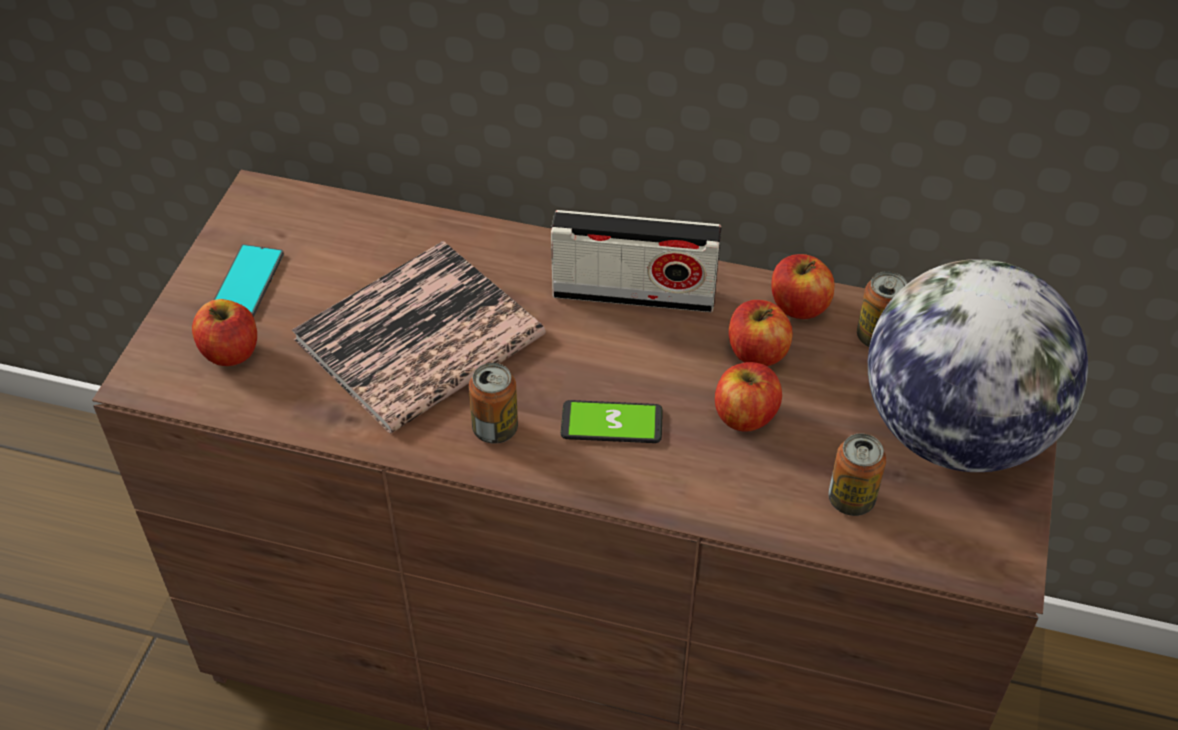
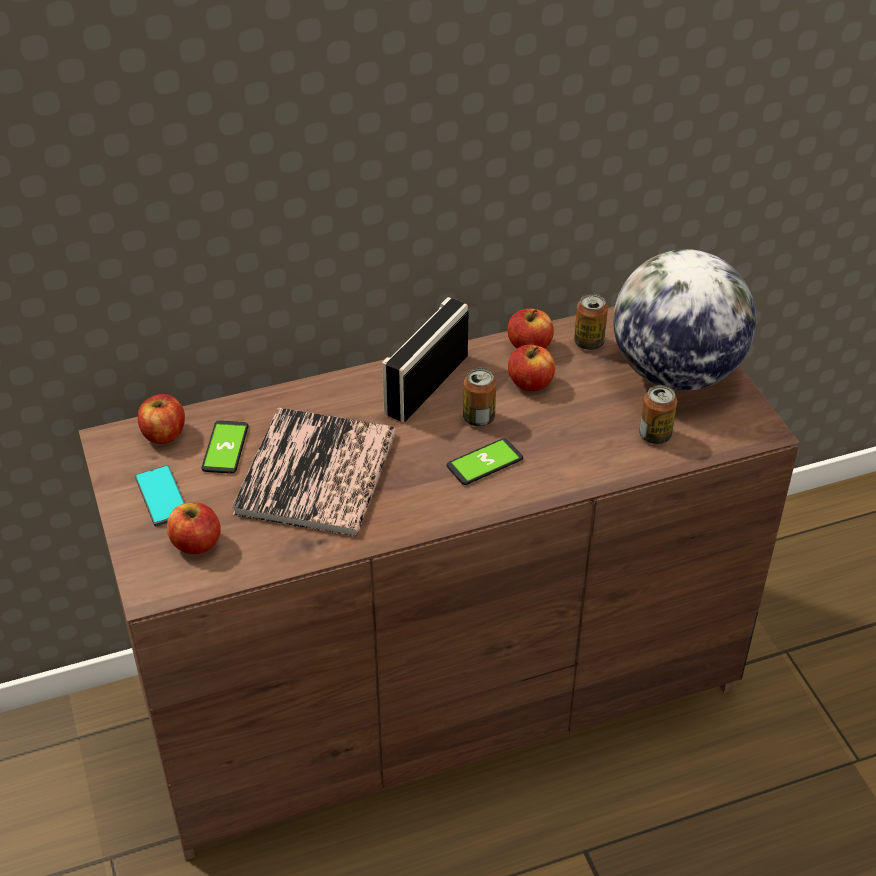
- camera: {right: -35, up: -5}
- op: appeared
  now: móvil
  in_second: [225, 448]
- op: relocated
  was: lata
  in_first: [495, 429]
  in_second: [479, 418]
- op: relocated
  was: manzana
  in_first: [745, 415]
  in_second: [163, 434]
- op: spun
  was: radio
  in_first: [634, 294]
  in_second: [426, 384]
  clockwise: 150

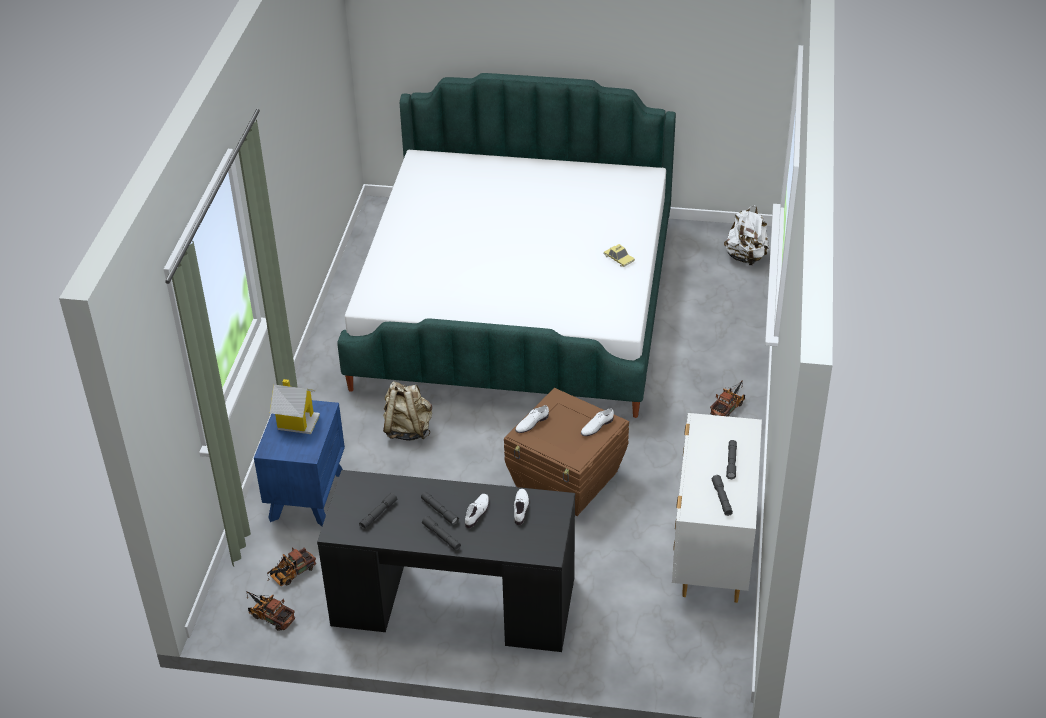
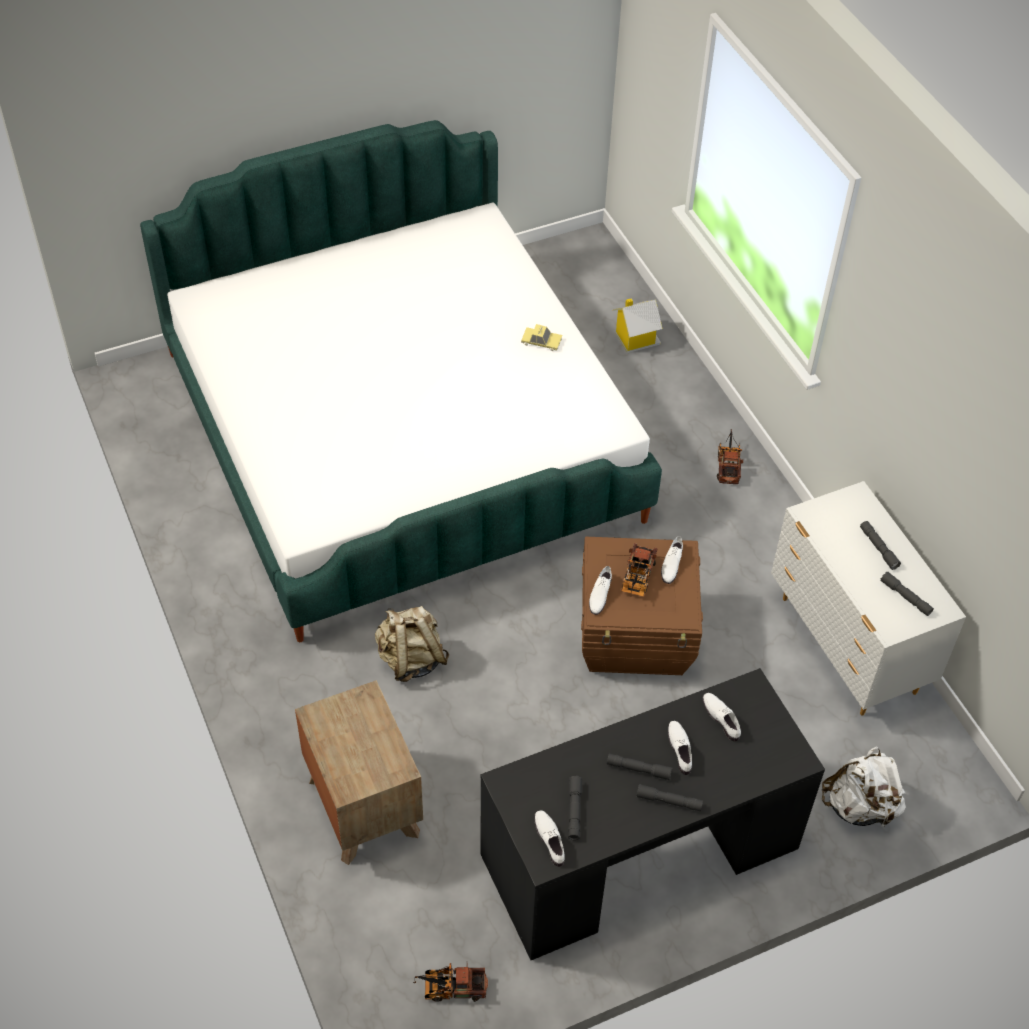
- camera: {right: -35, up: 10}
- op: appeared
  now: zapato [blanco]
  in_second: [550, 839]
- op: relocated
  was: camión de juguete
  in_first: [291, 574]
  in_second: [637, 579]
- op: relocated
  was: casita
  in_first: [296, 421]
  in_second: [635, 339]
- op: relocated
  was: mochila [blanco]
  in_first: [746, 257]
  in_second: [860, 807]
- op: colour
  was: mesita de noche [azul]
  now: mesita de noche [marrón]
  in_first: [307, 495]
  in_second: [363, 806]

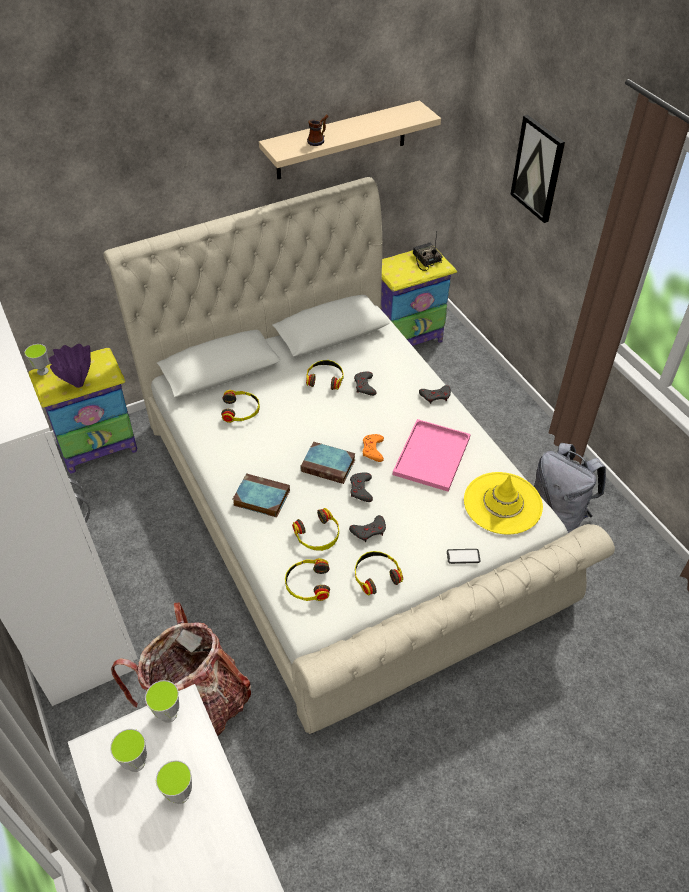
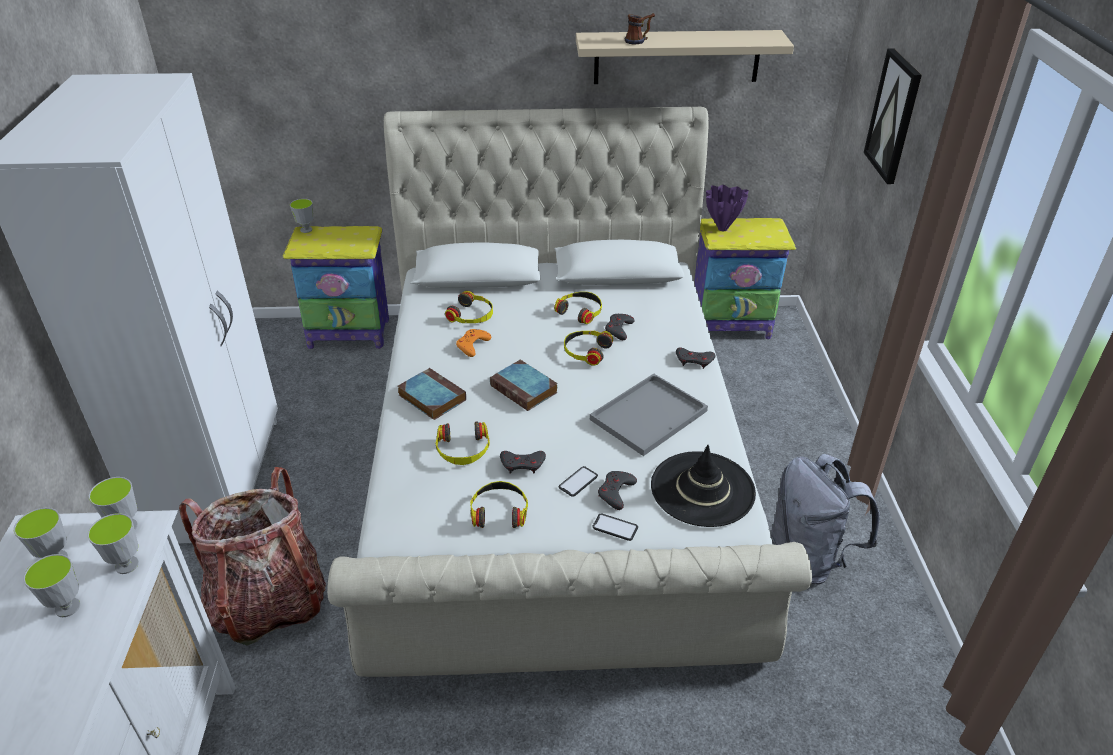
- camera: {right: 25, up: -10}
- op: missing
  was: radio
  in_first: [425, 260]
- op: appeared
  now: taza
  in_second: [127, 565]
- op: appeared
  now: móvil
  in_second: [578, 482]
- op: relocated
  was: florero [morado]
  in_first: [78, 384]
  in_second: [722, 229]
- op: relocated
  was: auriculares
  in_first: [307, 584]
  in_second: [586, 351]
- op: relocated
  was: mando de consola [gris]
  in_first: [361, 489]
  in_second: [616, 492]
- op: relocated
  was: mando de consola [naranja]
  in_first: [373, 450]
  in_second: [472, 345]
- op: colour
  was: bandeja [rosa]
  now: bandeja [gris]
  in_first: [432, 457]
  in_second: [648, 417]
- op: colour
  was: sombrero [amarillo]
  now: sombrero [negro]
  in_first: [502, 503]
  in_second: [702, 489]

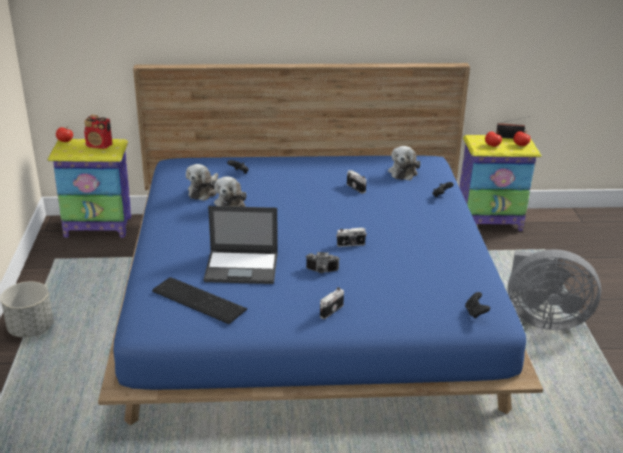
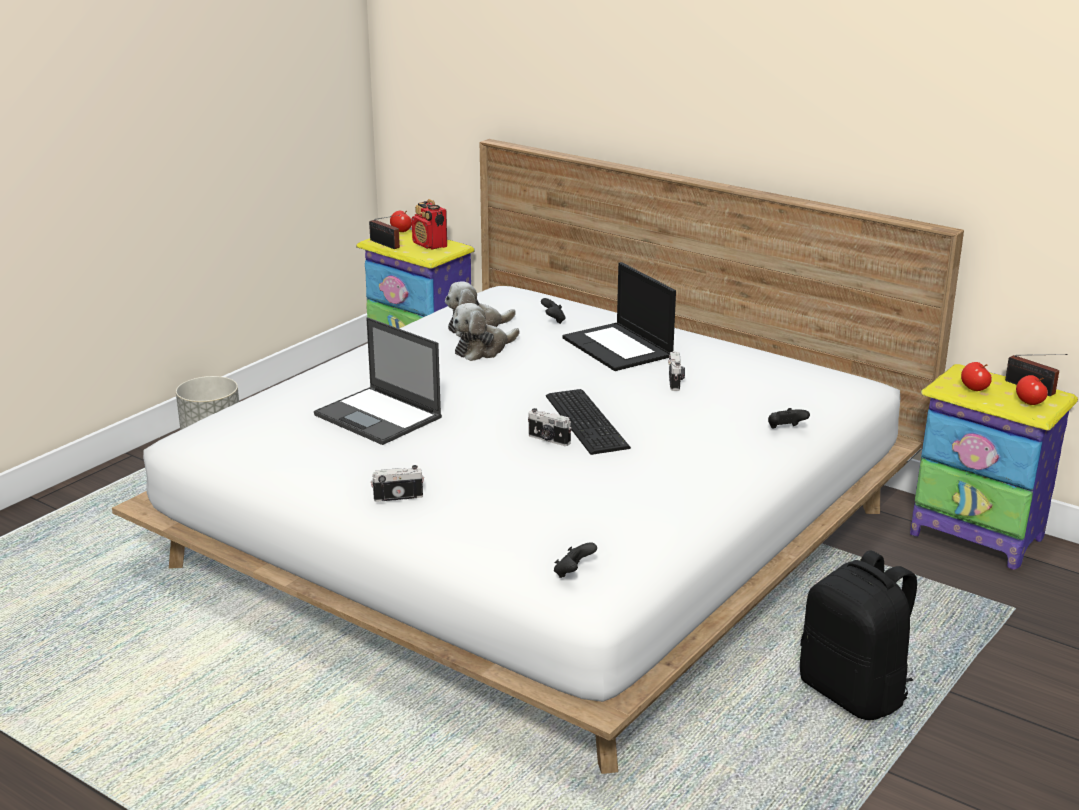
- camera: {right: 40, up: -5}
- op: missing
  was: cámara
  in_first: [321, 271]
- op: missing
  was: peluche
  in_first: [403, 172]
- op: appeared
  now: radio
  in_second: [385, 244]
- op: appeared
  now: portátil
  in_second: [619, 347]
- op: relocated
  was: teclado
  in_first: [199, 299]
  in_second: [588, 420]
- op: exchanged
  was: ventilador [gris]
  now: mochila [negro]
  in_first: [543, 319]
  in_second: [854, 693]
- op: colour
  was: cama [azul]
  now: cama [blanco]
  in_first: [310, 305]
  in_second: [539, 536]

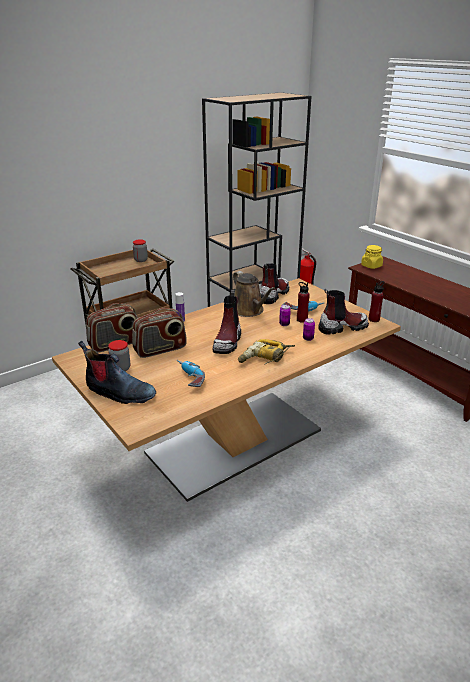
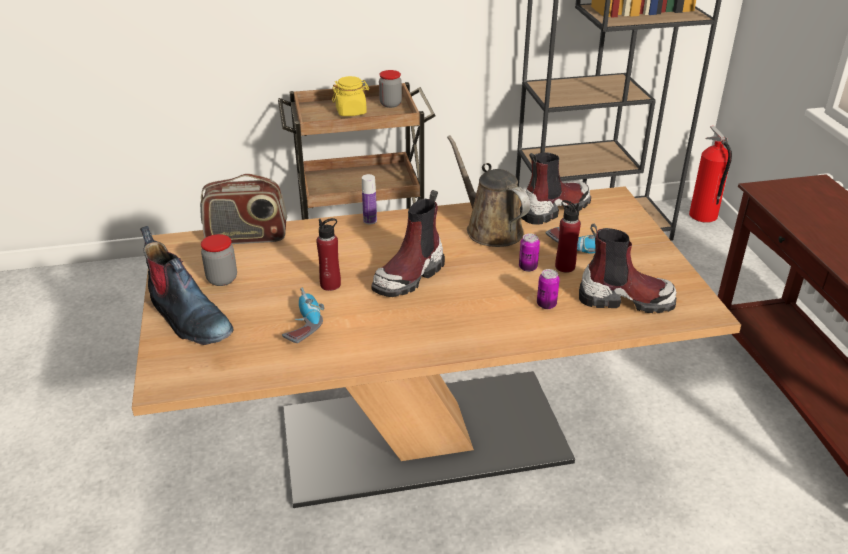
- camera: {right: 25, up: 5}
- op: missing
  was: radio
  in_first: [160, 349]
- op: missing
  was: taladro
  in_first: [265, 358]
- op: relocated
  was: tarro [amarillo]
  in_first: [371, 266]
  in_second: [351, 112]
- op: relocated
  was: botella [rojo]
  in_first: [374, 319]
  in_second: [330, 284]
- op: spun
  was: regadera [marrón]
  in_first: [249, 311]
  in_second: [490, 229]
  clockwise: 150

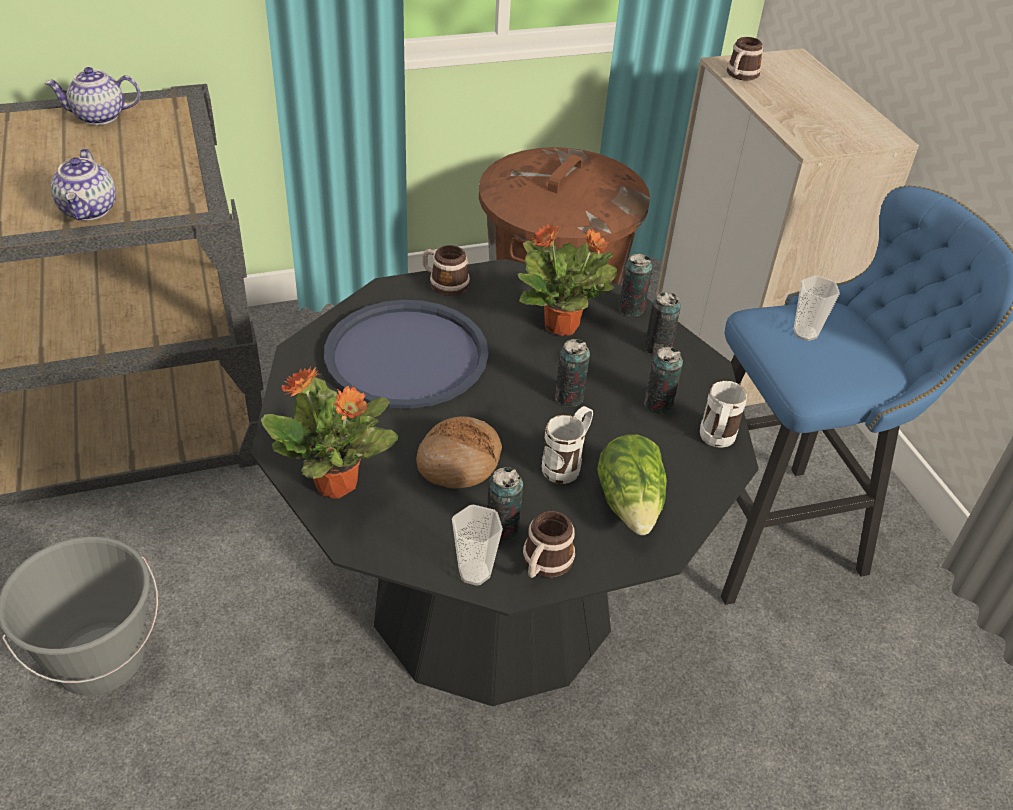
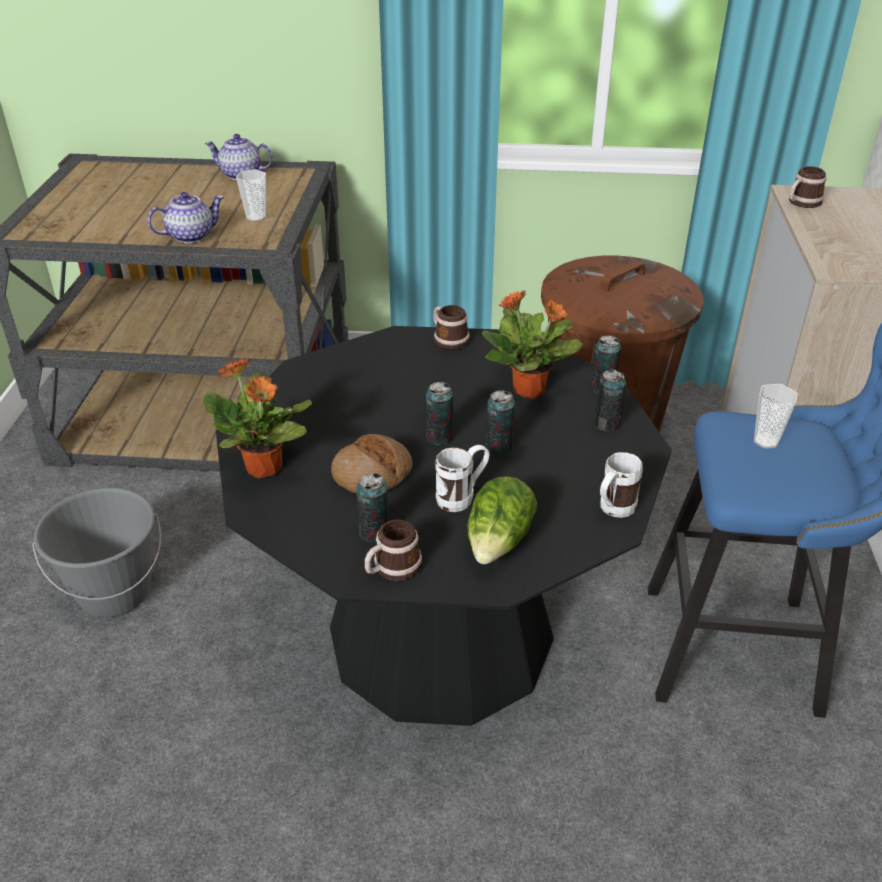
- camera: {right: 25, up: -5}
- op: missing
  was: bandeja [azul]
  in_first: [406, 355]
- op: relocated
  was: taza
  in_first: [474, 572]
  in_second: [256, 217]
- op: relocated
  was: lata
  in_first: [658, 404]
  in_second: [439, 437]
- op: spun
  was: tetera
  in_first: [89, 210]
  in_second: [191, 236]
  clockwise: -135

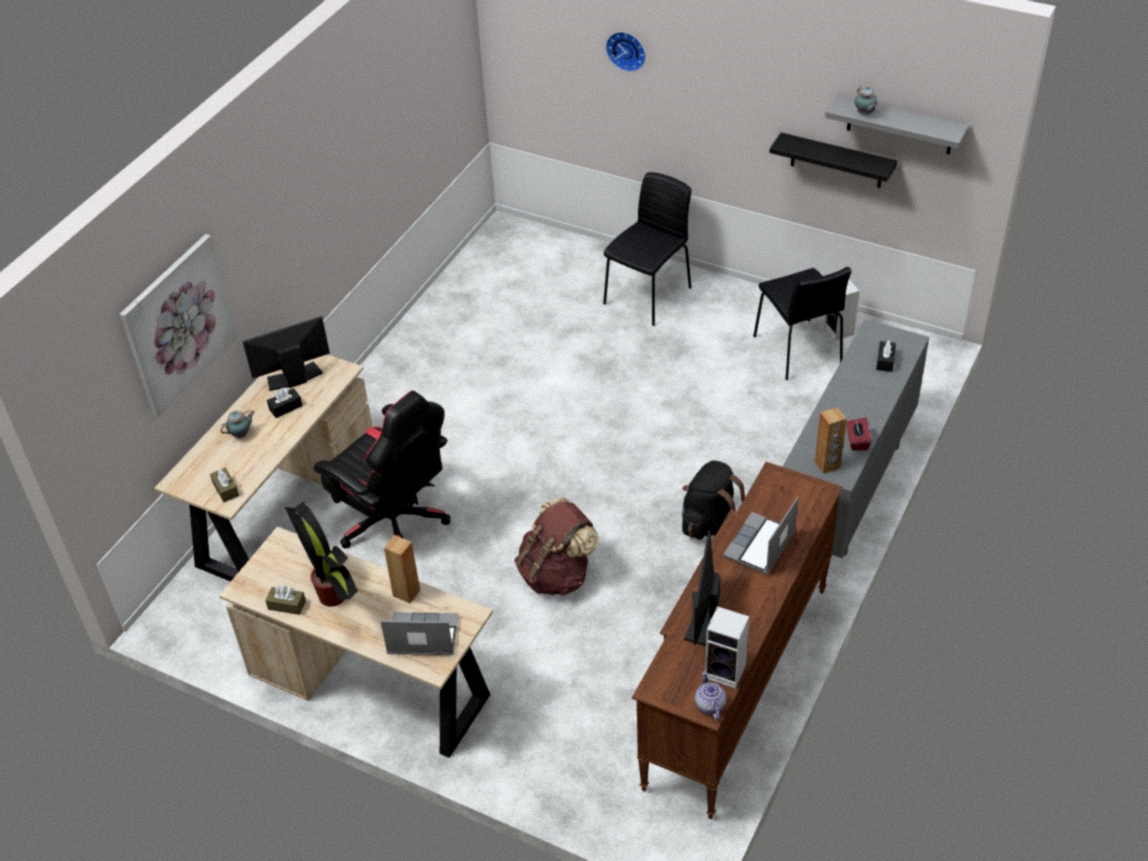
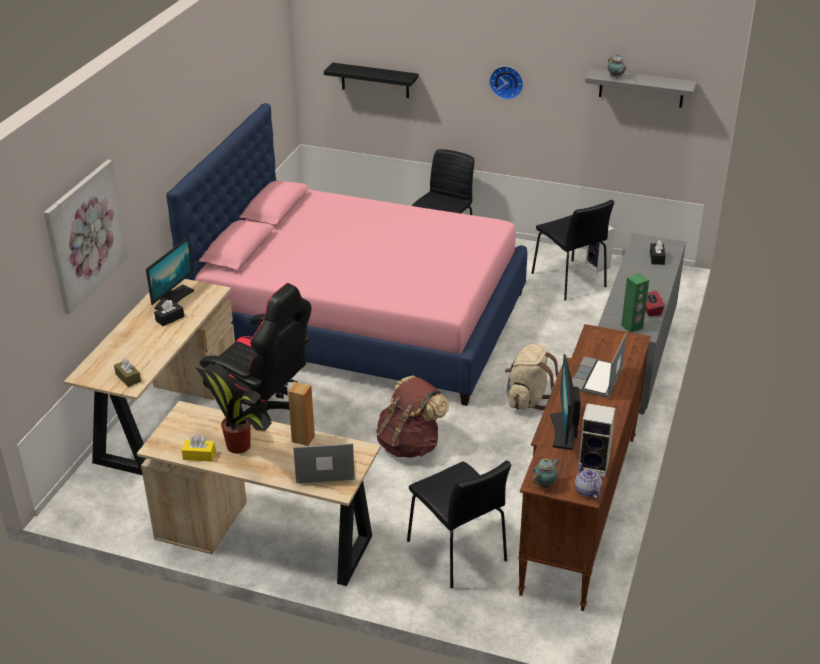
- camera: {right: -10, up: -10}
- op: appeared
  now: cama [rosa]
  in_second: [360, 319]
- op: appeared
  now: silla [negro]
  in_second: [459, 553]
- op: relocated
  was: tetera
  in_first: [242, 434]
  in_second: [545, 484]
- op: relocated
  was: reloj de pared
  in_first: [627, 50]
  in_second: [507, 81]
- op: relocated
  was: estante [negro]
  in_first: [836, 161]
  in_second: [375, 80]
- op: colour
  was: caja de pañuelos [marrón]
  now: caja de pañuelos [amarillo]
  in_first: [287, 605]
  in_second: [199, 455]
- op: colour
  was: mochila [negro]
  now: mochila [beis]
  in_first: [709, 522]
  in_second: [528, 399]
- op: colour
  was: altavoz [marrón]
  now: altavoz [verde]
  in_first: [827, 465]
  in_second: [632, 327]
- op: spun
  was: monitor
  in_first: [294, 378]
  in_second: [173, 298]
  clockwise: 150

